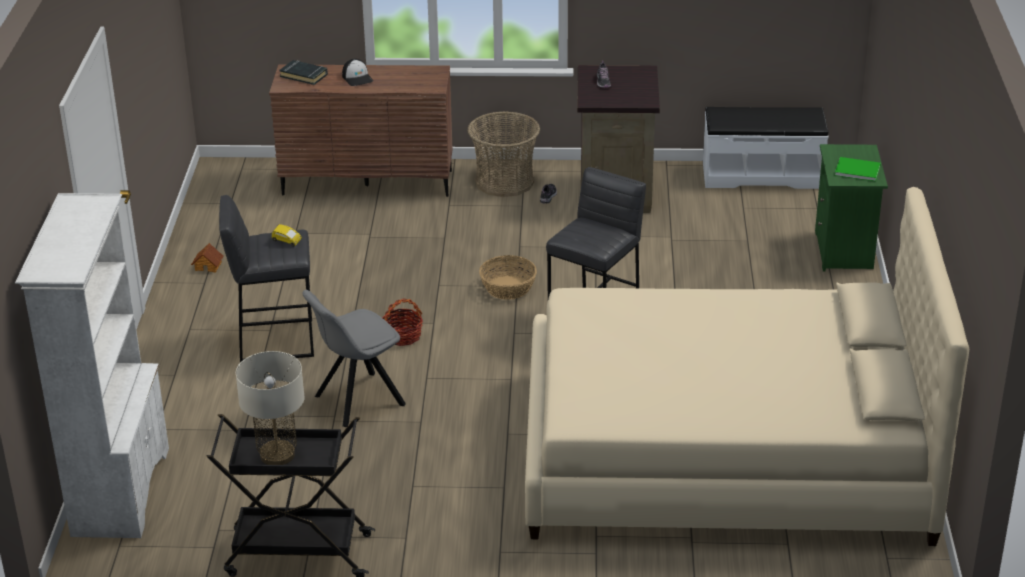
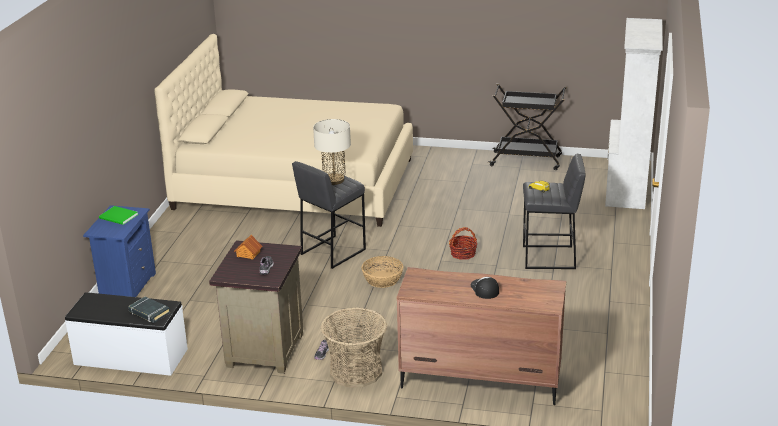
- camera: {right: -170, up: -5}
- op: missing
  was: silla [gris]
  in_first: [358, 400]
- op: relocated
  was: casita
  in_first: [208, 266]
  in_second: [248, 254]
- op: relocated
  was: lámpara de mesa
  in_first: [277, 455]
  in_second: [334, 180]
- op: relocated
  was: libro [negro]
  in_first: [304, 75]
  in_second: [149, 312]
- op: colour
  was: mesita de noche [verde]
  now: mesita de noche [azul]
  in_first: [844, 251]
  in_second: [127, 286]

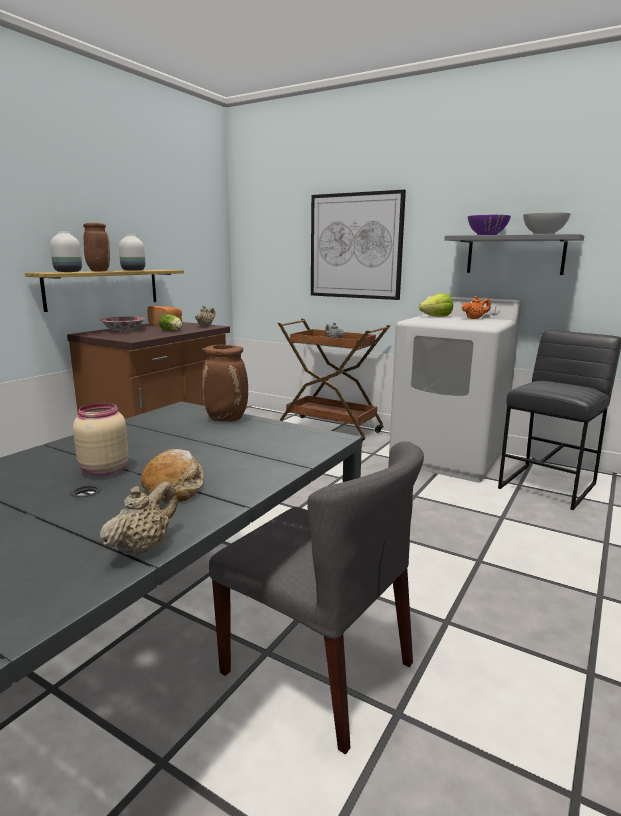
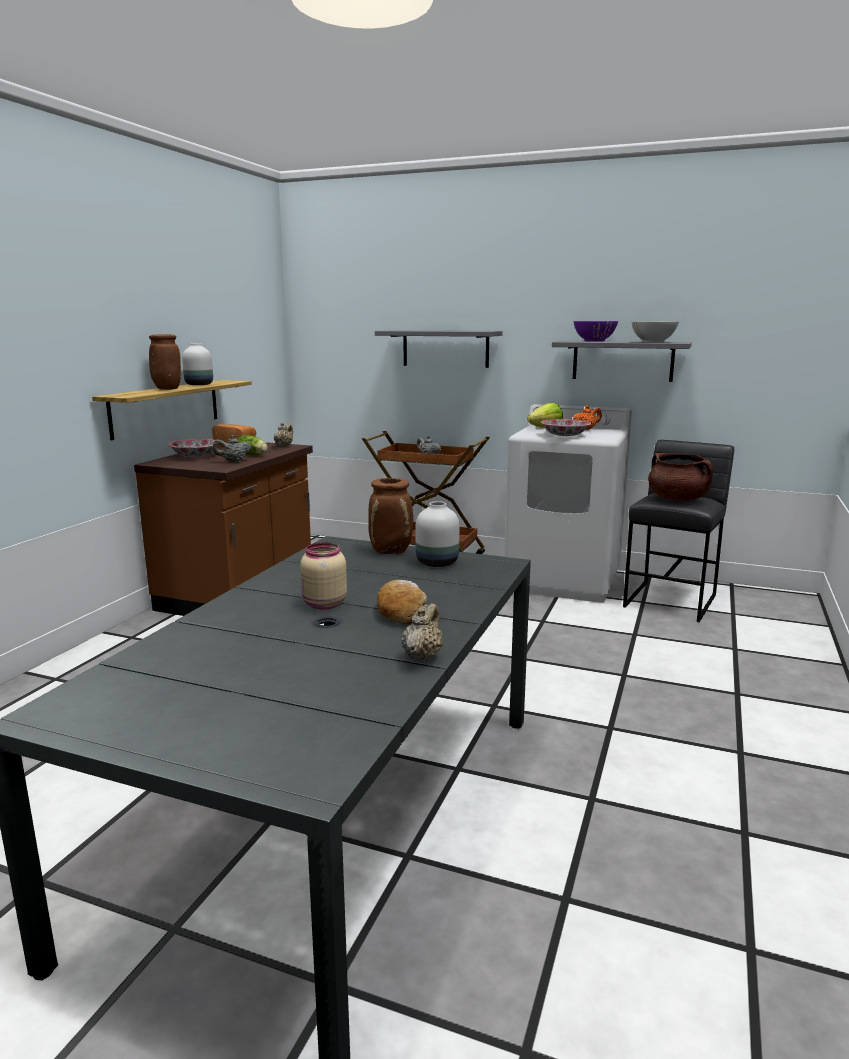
- camera: {right: -10, up: 0}
- op: missing
  was: silla [gris]
  in_first: [319, 668]
- op: appeared
  now: tetera [gris]
  in_second: [233, 461]
- op: appeared
  now: cuenco
  in_second: [564, 435]
- op: appeared
  now: olla [marrón]
  in_second: [678, 499]
- op: relocated
  was: florero [blanco]
  in_first: [67, 272]
  in_second: [436, 563]
- op: exchanged
  was: cuadro
  now: estante [gris]
  in_first: [355, 246]
  in_second: [445, 348]

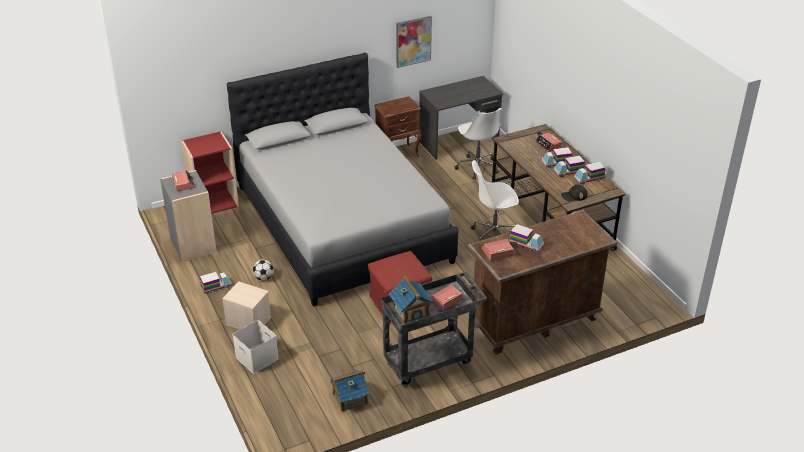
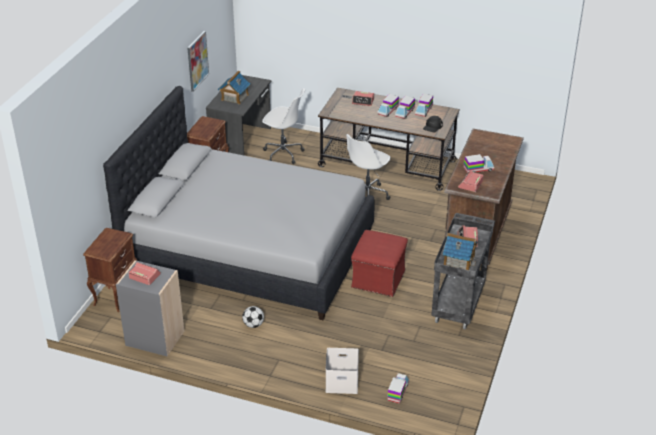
- camera: {right: -45, up: 0}
- op: missing
  was: caja de almacenaje [beis]
  in_first: [247, 321]
- op: relocated
  was: camión de juguete
  in_first: [216, 287]
  in_second: [398, 392]
- op: relocated
  was: casita
  in_first: [349, 398]
  in_second: [234, 97]
- op: exchanged
  was: estantería [rojo]
  now: mesita de noche [marrón]
  in_first: [214, 202]
  in_second: [116, 295]

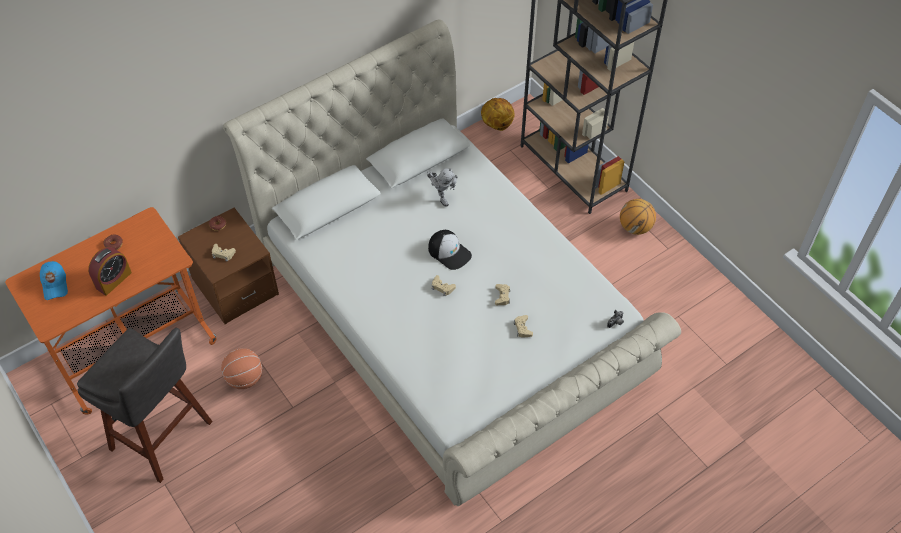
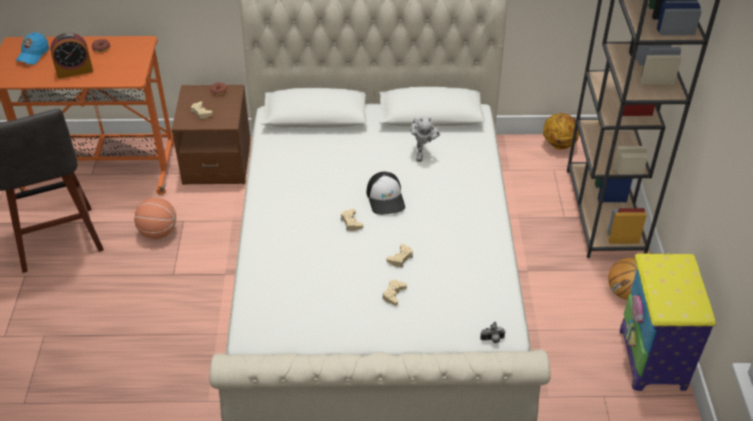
- camera: {right: 35, up: -10}
- op: appeared
  now: mesita de noche
  in_second: [650, 361]

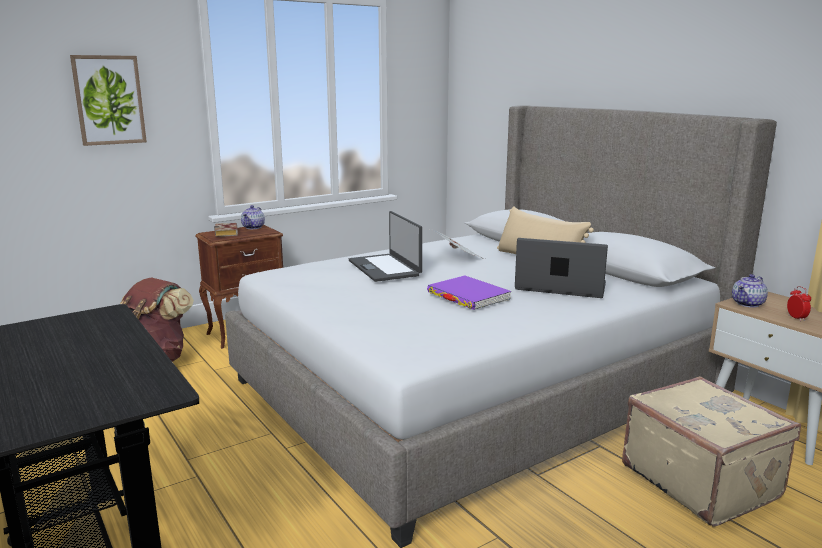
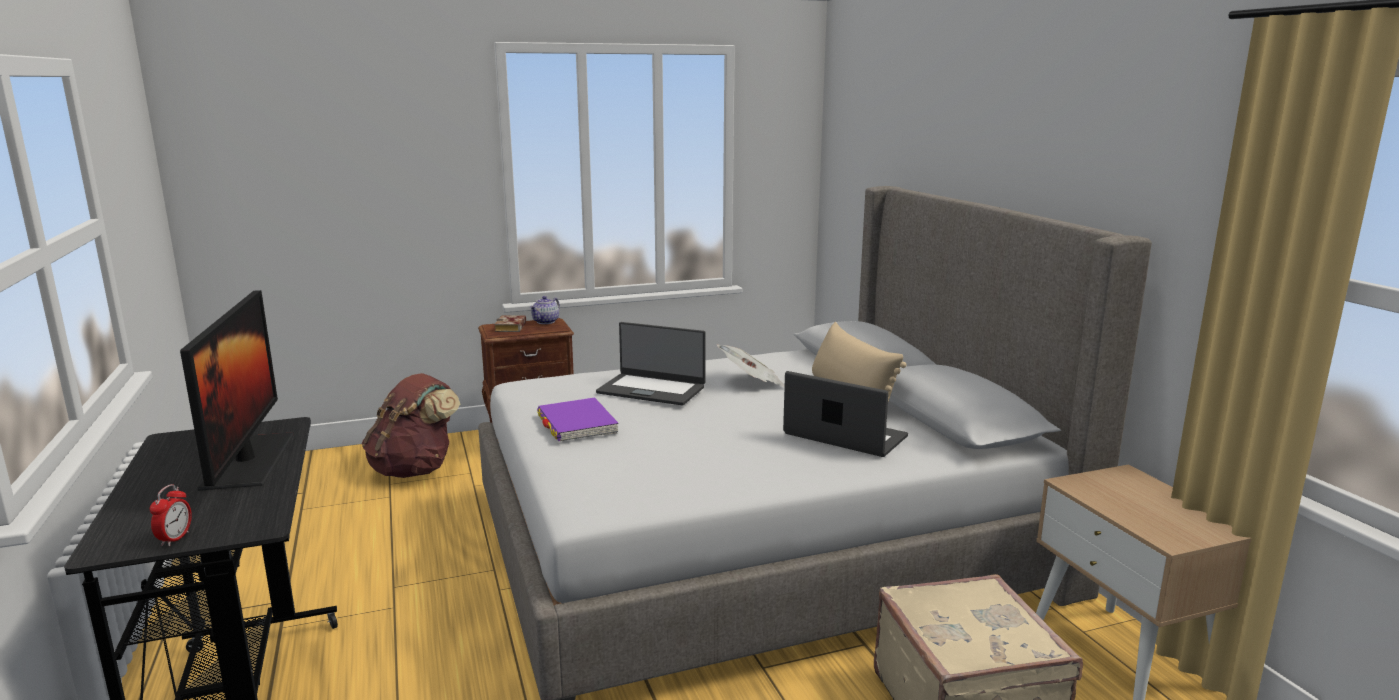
- camera: {right: 15, up: 0}
- op: missing
  was: cuadro
  in_first: [109, 100]
- op: missing
  was: tetera
  in_first: [748, 304]
- op: appeared
  now: monitor
  in_second: [249, 461]
- op: relocated
  was: libro [morado]
  in_first: [468, 296]
  in_second: [577, 424]
- op: relocated
  was: despertador
  in_first: [796, 318]
  in_second: [175, 539]
- op: spun
  was: portátil
  in_first: [385, 268]
  in_second: [651, 389]
  clockwise: -60

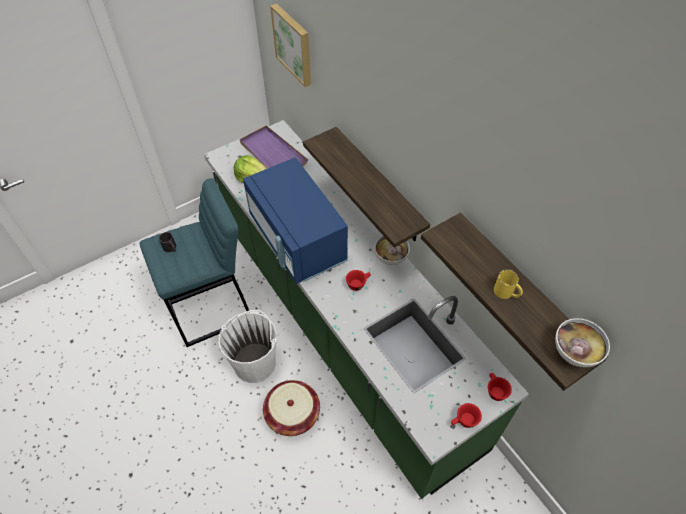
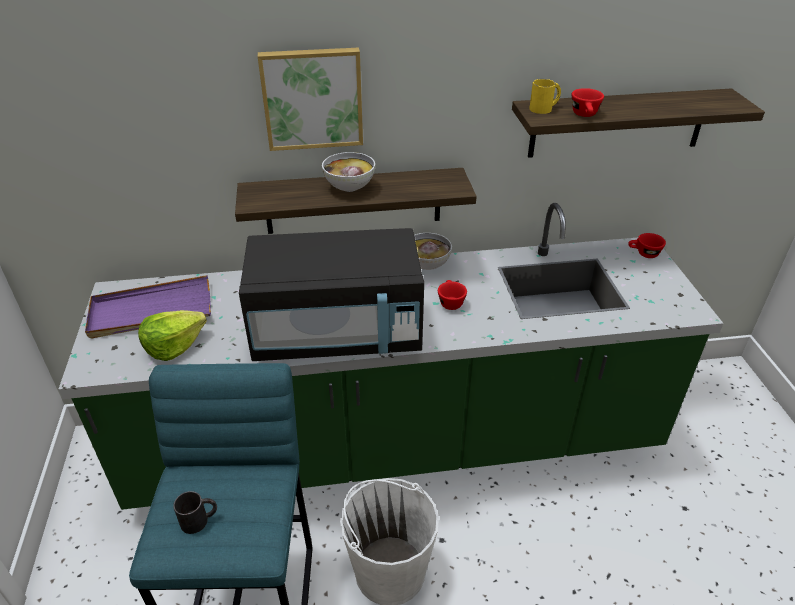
- camera: {right: -65, up: -15}
- op: missing
  was: cesta
  in_first: [292, 414]
- op: relocated
  was: cuadro
  in_first: [294, 44]
  in_second: [312, 98]
- op: relocated
  was: taza [rojo]
  in_first: [464, 421]
  in_second: [585, 115]
- op: relocated
  was: taza grande [amarillo]
  in_first: [507, 293]
  in_second: [544, 108]
- op: relocated
  was: cuenco
  in_first: [574, 352]
  in_second: [349, 187]
- op: colour
  was: microondas [azul]
  now: microondas [negro]
  in_first: [297, 240]
  in_second: [338, 333]

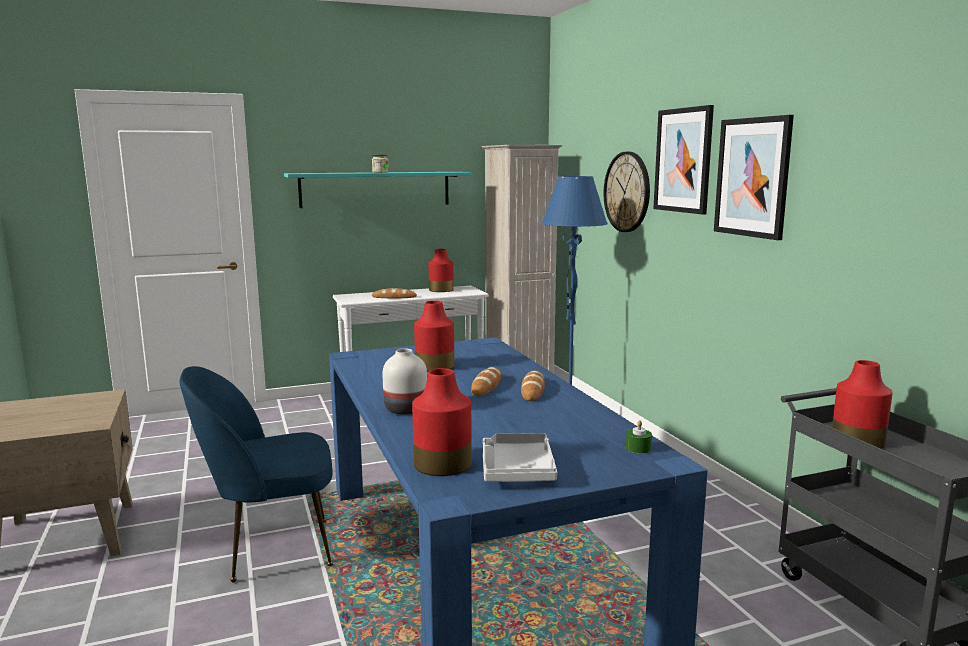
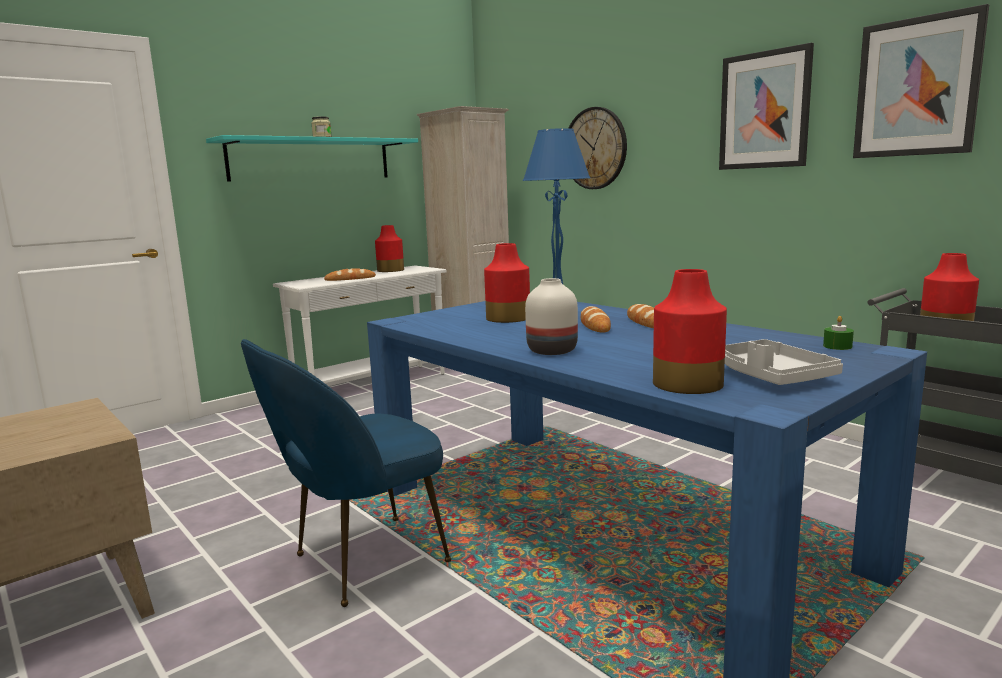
- camera: {right: -20, up: 0}
- op: relocated
  was: cuadro
  in_first: [683, 160]
  in_second: [916, 87]

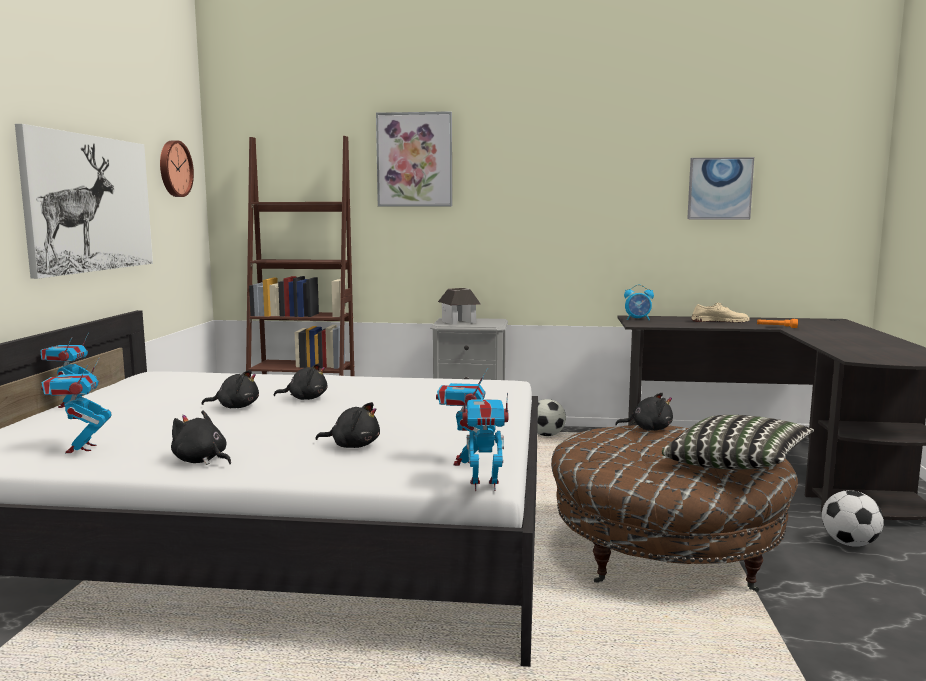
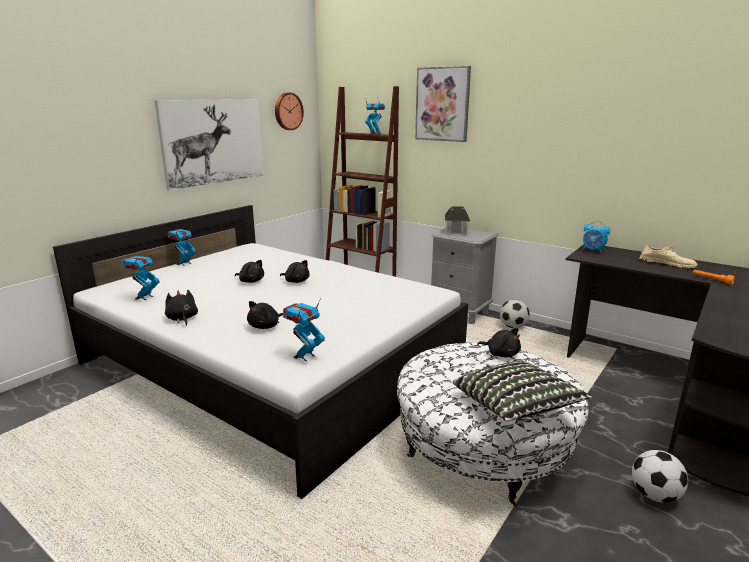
- camera: {right: 30, up: 10}
- op: missing
  was: cuadro
  in_first: [719, 188]
- op: relocated
  was: robot de juguete
  in_first: [484, 486]
  in_second: [375, 134]
- op: colour
  was: puf [marrón]
  now: puf [blanco]
  in_first: [664, 553]
  in_second: [483, 450]
- op: spun
  was: peluche [negro]
  in_first: [353, 445]
  in_second: [265, 326]
  clockwise: 90

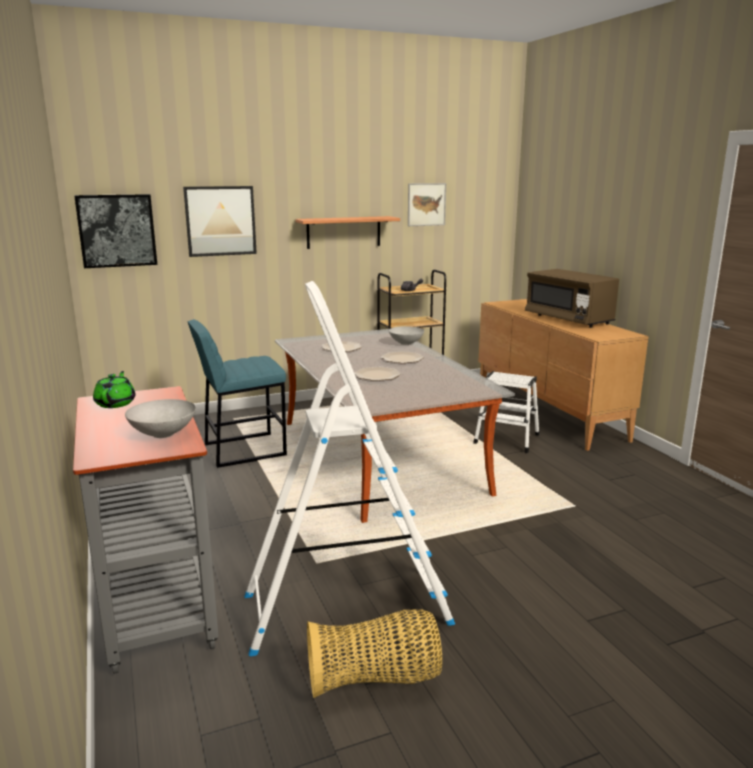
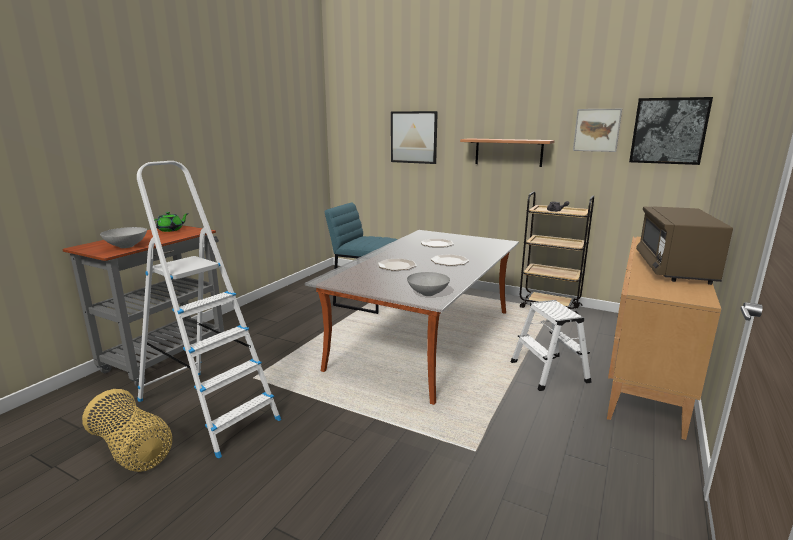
- camera: {right: 50, up: 0}
- op: relocated
  was: cuadro
  in_first: [117, 230]
  in_second: [668, 131]
- op: relocated
  was: cuenco [gris]
  in_first: [406, 343]
  in_second: [427, 294]

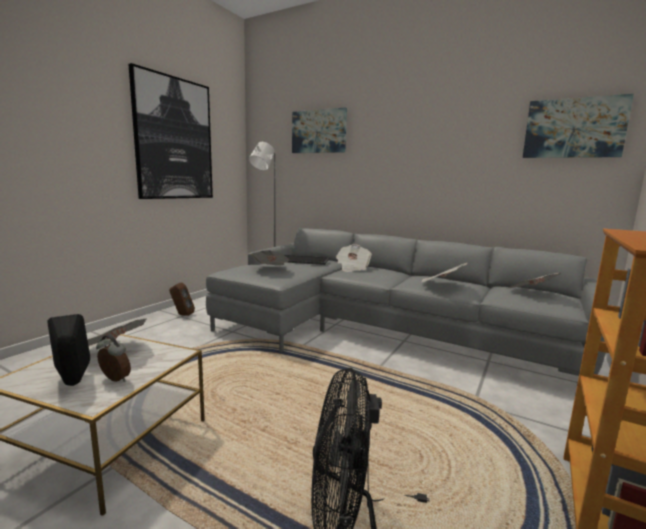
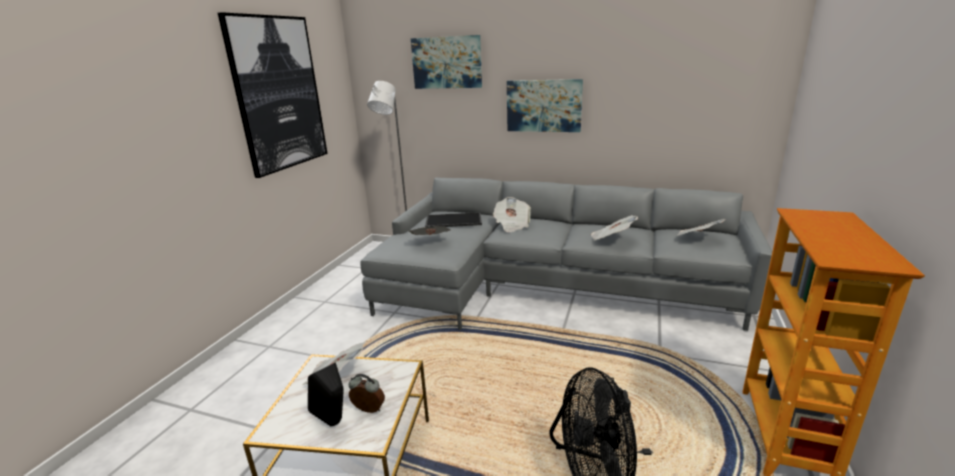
- camera: {right: -10, up: 10}
- op: missing
  was: altavoz [marrón]
  in_first: [182, 315]
- op: relocated
  was: cuadro
  in_first: [573, 128]
  in_second: [544, 105]

